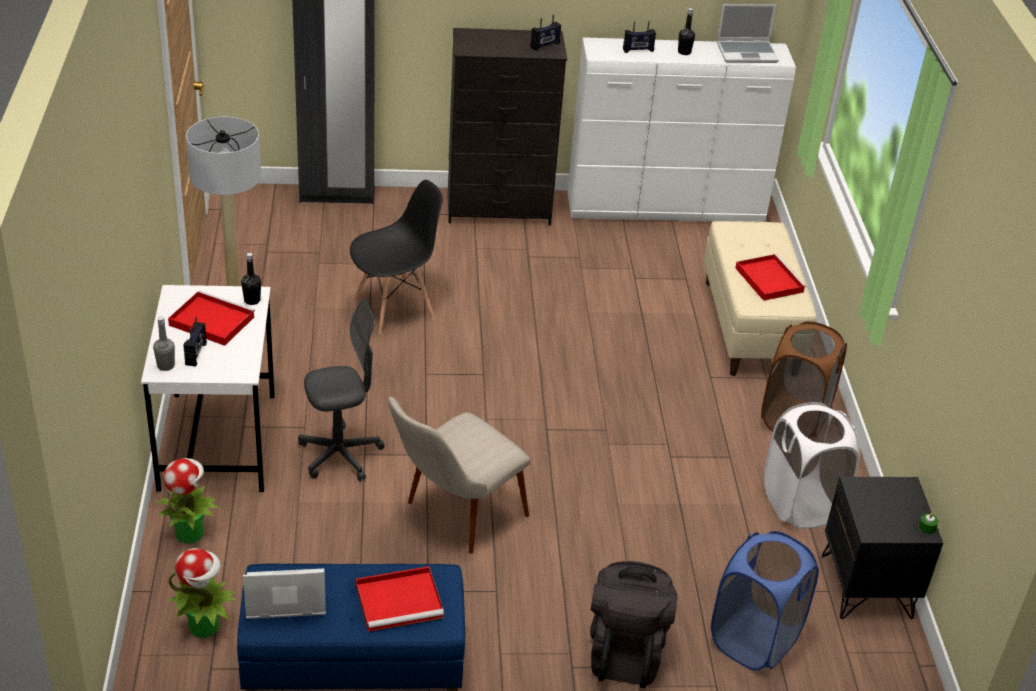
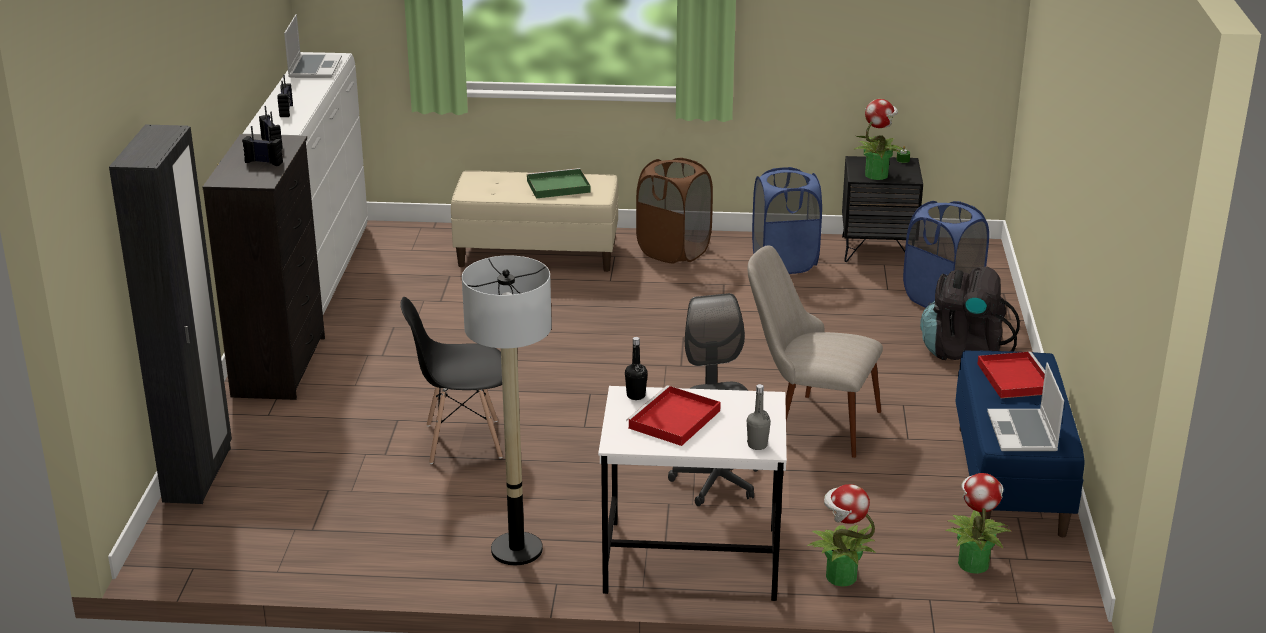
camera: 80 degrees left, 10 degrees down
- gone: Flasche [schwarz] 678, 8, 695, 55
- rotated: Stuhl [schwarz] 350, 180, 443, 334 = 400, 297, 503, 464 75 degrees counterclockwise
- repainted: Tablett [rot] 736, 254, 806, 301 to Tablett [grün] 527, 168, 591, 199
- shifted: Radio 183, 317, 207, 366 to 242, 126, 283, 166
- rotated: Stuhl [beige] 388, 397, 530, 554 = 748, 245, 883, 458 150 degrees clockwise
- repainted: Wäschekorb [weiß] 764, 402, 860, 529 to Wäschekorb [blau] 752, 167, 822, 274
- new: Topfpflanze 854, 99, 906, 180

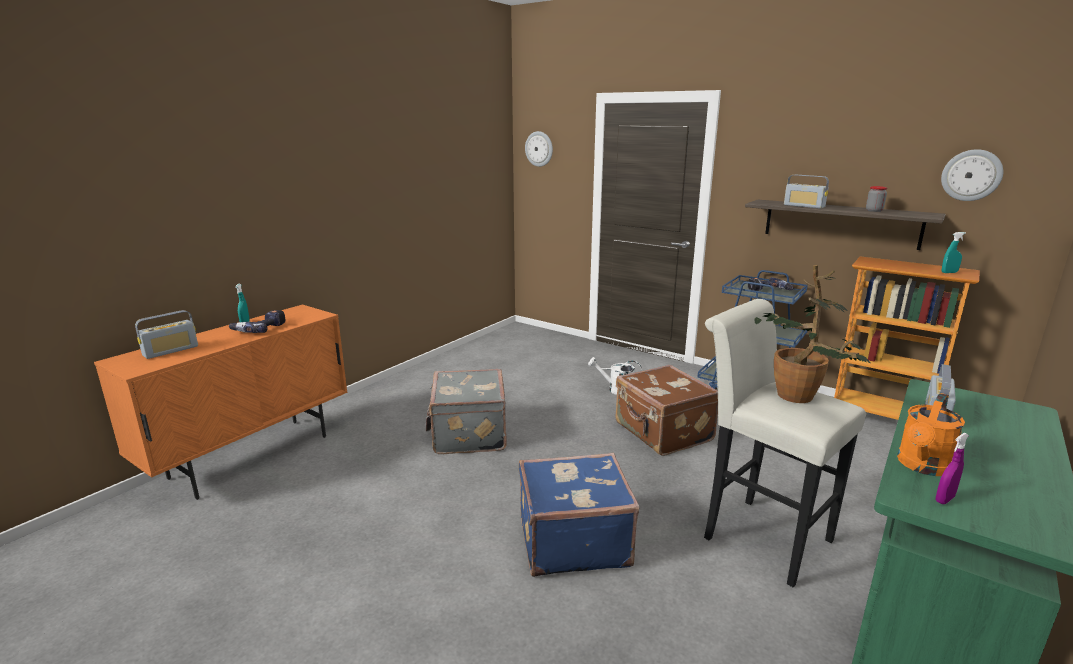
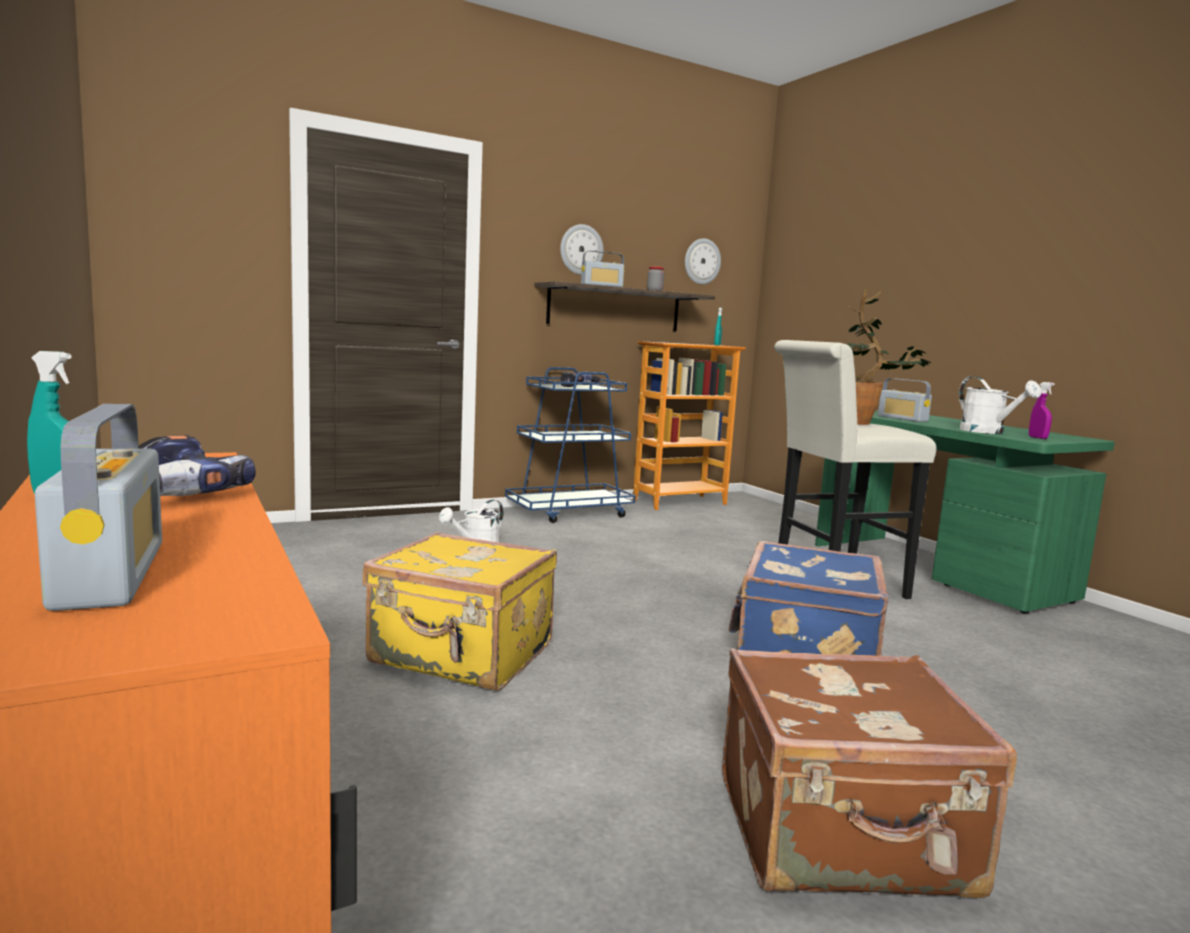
camera: 65 degrees left, 10 degrees down
- shifted: Wanduhr 525, 131, 553, 167 to 560, 224, 604, 275
- shifted: Koffer [braun] 615, 365, 718, 456 to 722, 648, 1017, 898
- repainted: Koffer [grau] 426, 369, 507, 454 to Koffer [gelb] 362, 532, 557, 691
- repainted: Gießkanne [orange] 897, 393, 965, 476 to Gießkanne [weiß] 959, 376, 1041, 434

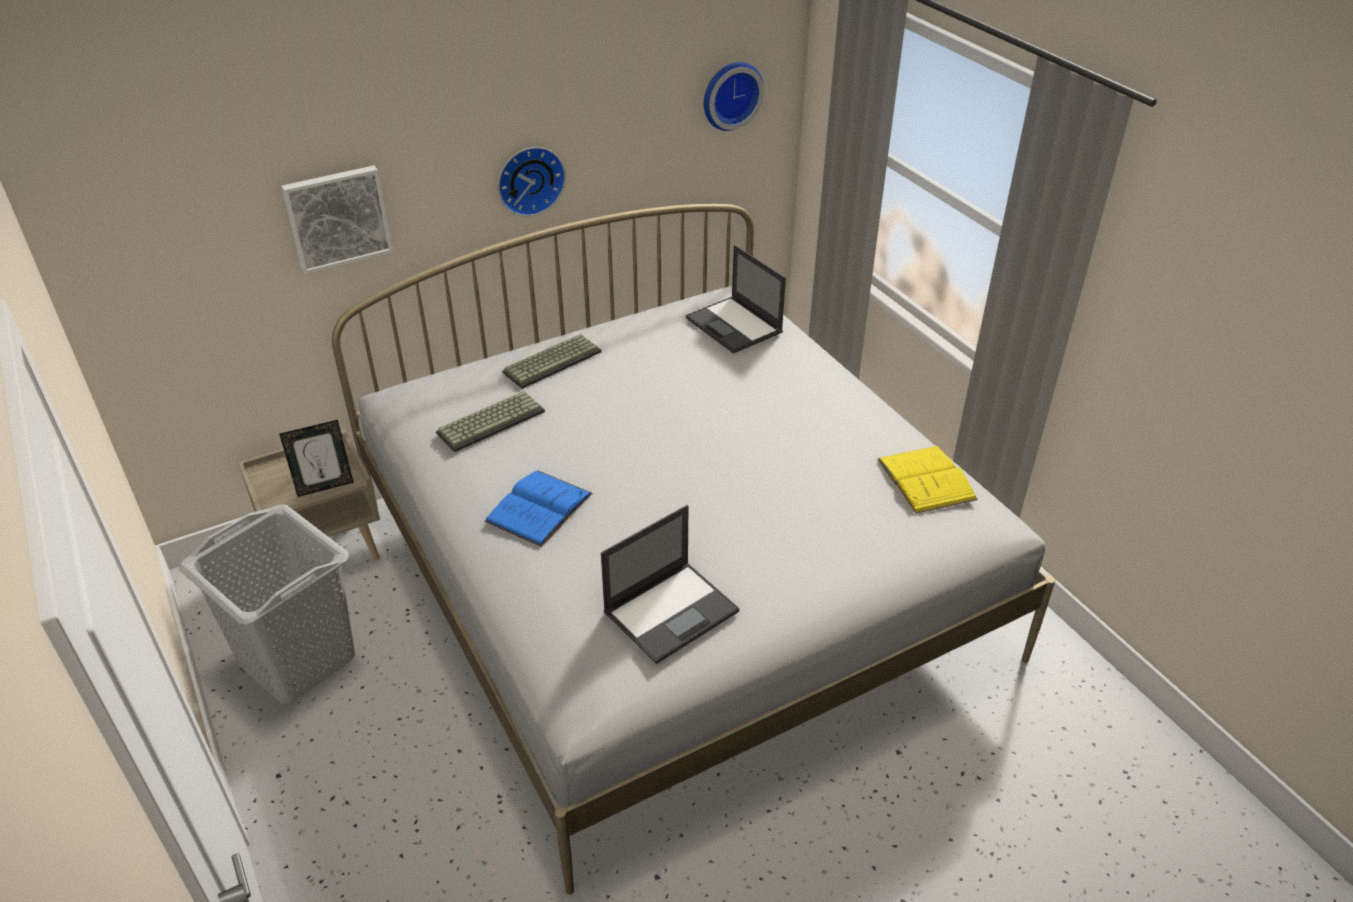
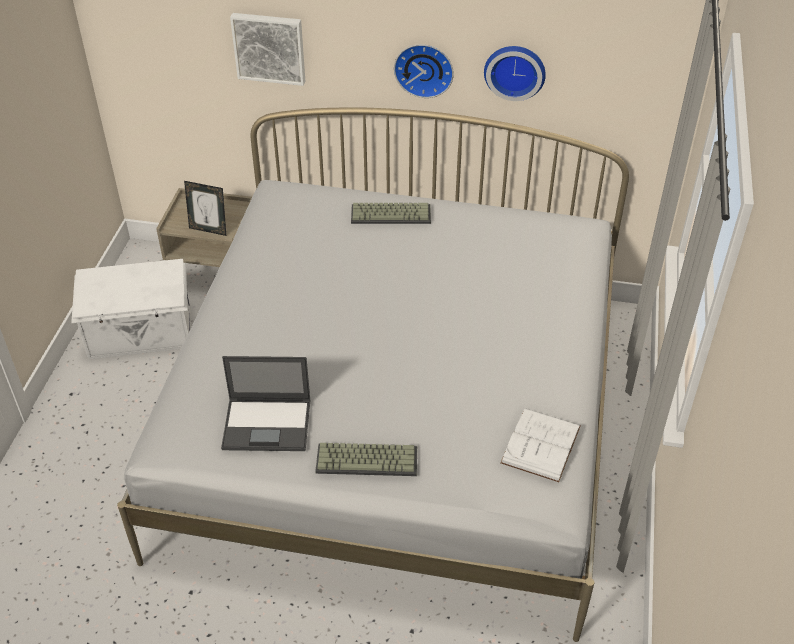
camera: 40 degrees right, 5 degrees up
- shifted: Wanduhr 704, 62, 764, 131 to 484, 46, 546, 101
- gone: Laptop 686, 245, 786, 354
- shifted: Tastatur 436, 391, 545, 452 to 315, 443, 417, 476
- repainted: Buch [gelb] 878, 446, 978, 514 to Buch [weiß] 500, 408, 581, 482
- gone: Buch [blau] 484, 470, 593, 547
- swapped: Wäschekorb [grau] 179, 504, 355, 704 to Aufbewahrungsbox [weiß] 71, 259, 191, 359

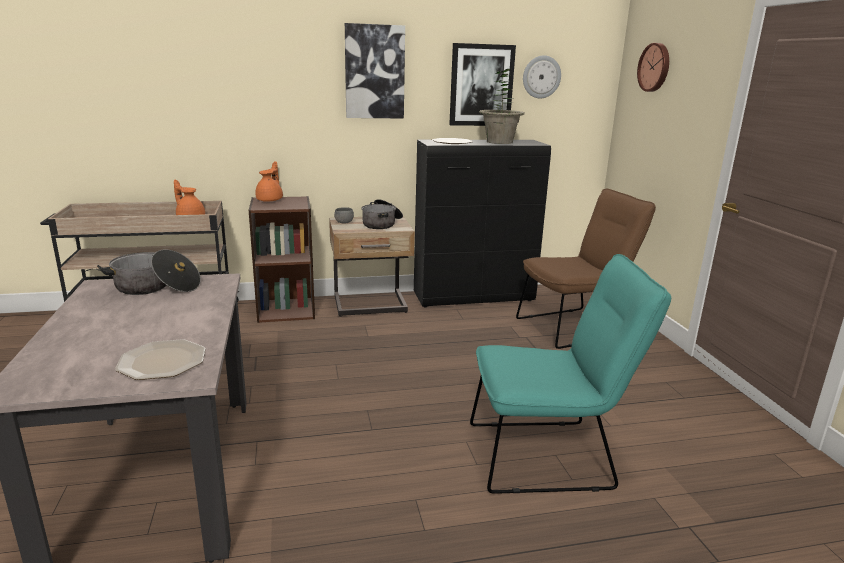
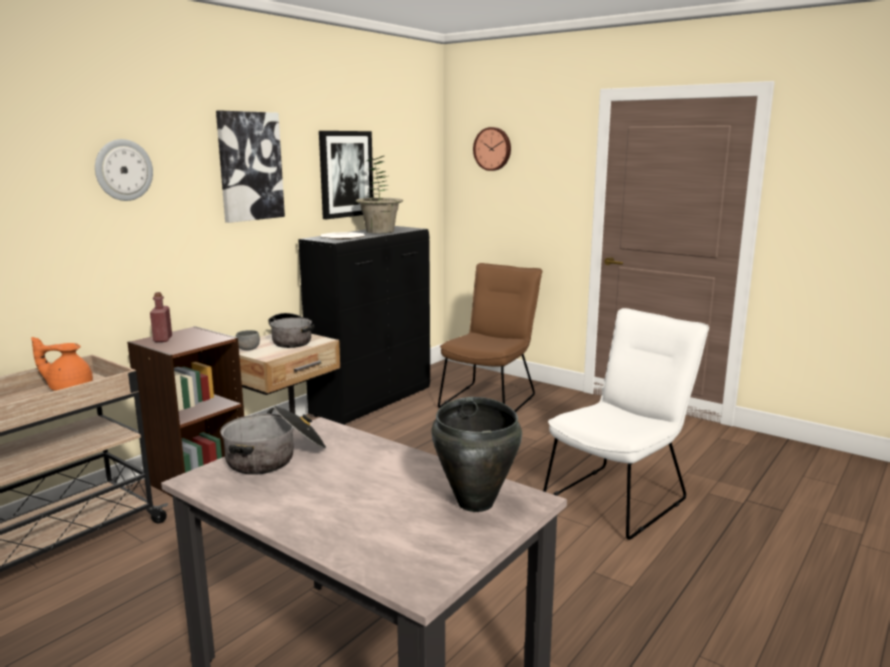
camera: 40 degrees left, 5 degrees down
- shifted: Wanduhr 523, 55, 561, 98 to 95, 139, 153, 201
- swapped: Teekanne [orange] 255, 161, 283, 202 to Flasche [rot] 150, 292, 172, 342
- repainted: Stuhl [türkis] 470, 254, 671, 494 to Stuhl [weiß] 543, 308, 709, 540
- swapped: Teller 115, 339, 206, 380 to Kochtopf [schwarz] 432, 397, 522, 512

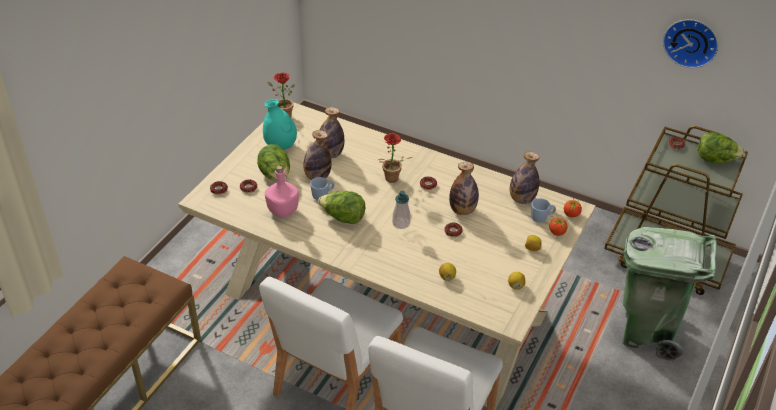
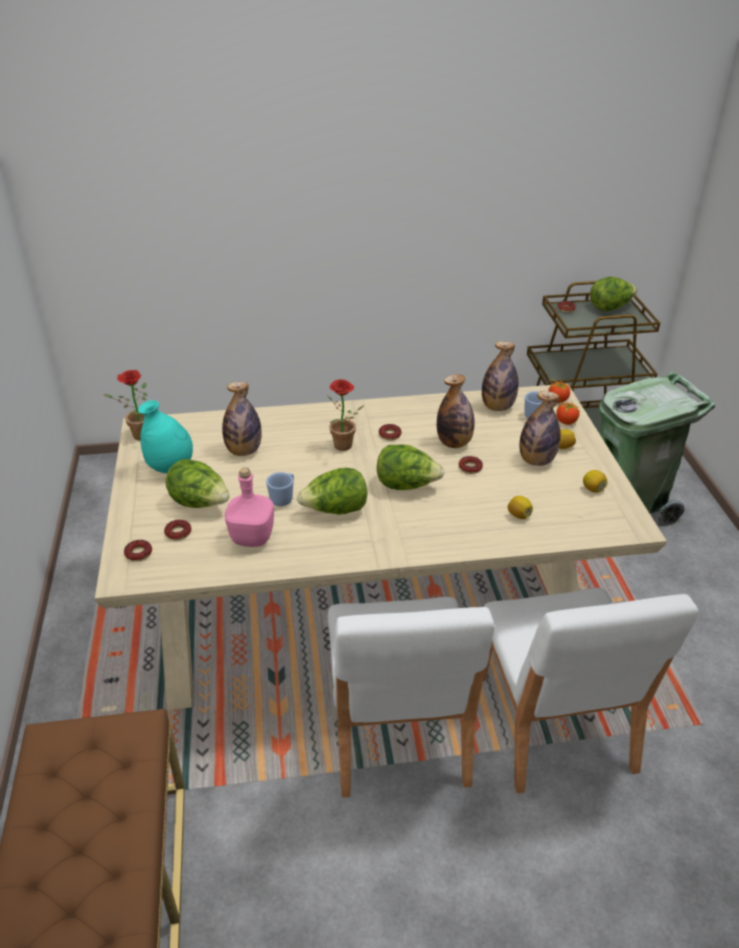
camera: 35 degrees left, 5 degrees down
- gone: Wanduhr 663, 19, 718, 68
- shifted: Flasche 303, 130, 331, 180 to 519, 391, 561, 466
- swapped: Seifenspender 392, 191, 411, 229 to Salatkopf 377, 445, 444, 490

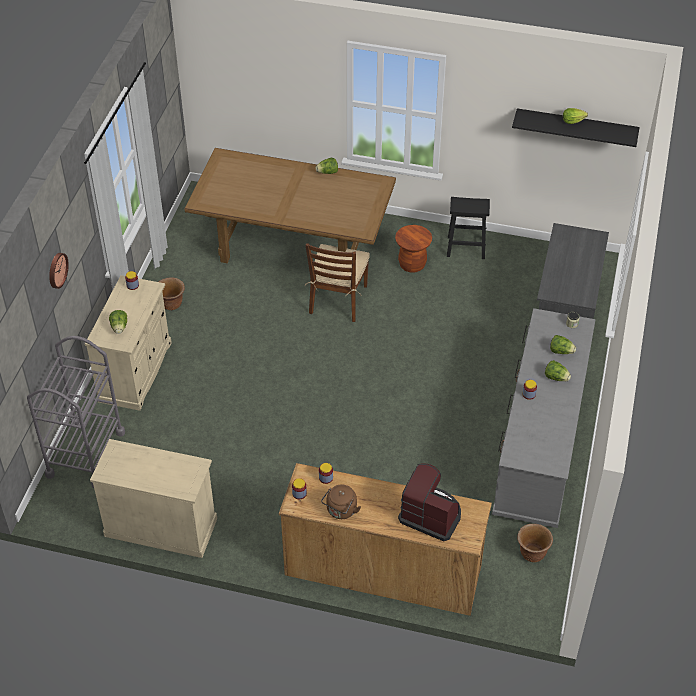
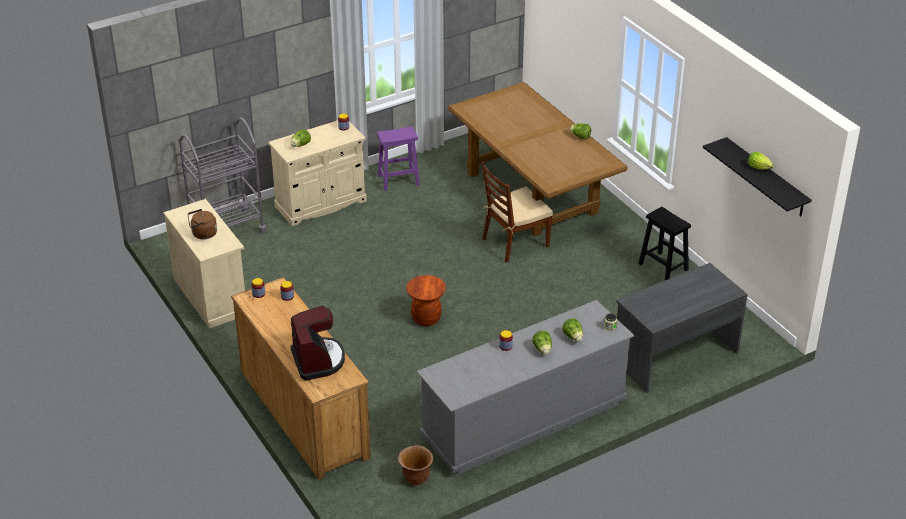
camera: 45 degrees right, 10 degrees down
- shifted: Hocker [braun] 395, 225, 432, 273 to 406, 275, 446, 326
- gone: Wanduhr 49, 253, 69, 289
- swapped: Pflanzkübel [braun] 159, 277, 185, 310 to Hocker [lila] 377, 126, 420, 191
- shifted: Wasserkessel [braun] 321, 485, 361, 519 to 188, 209, 217, 239

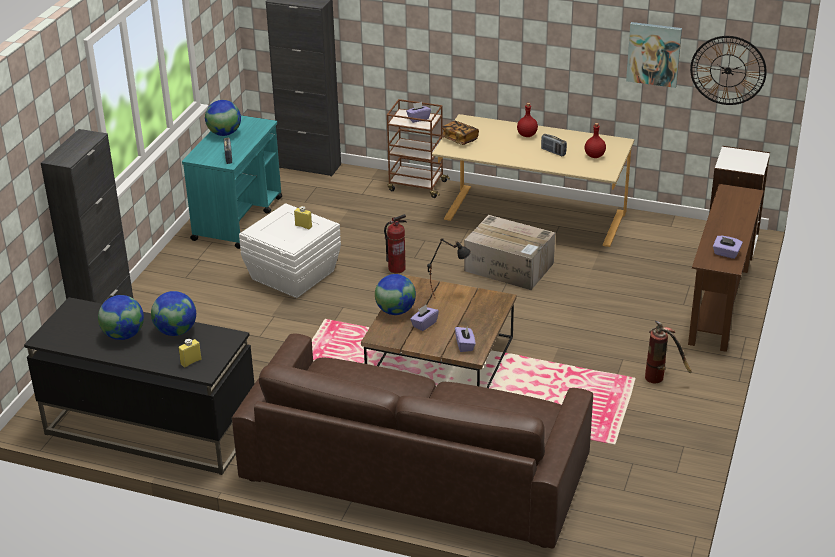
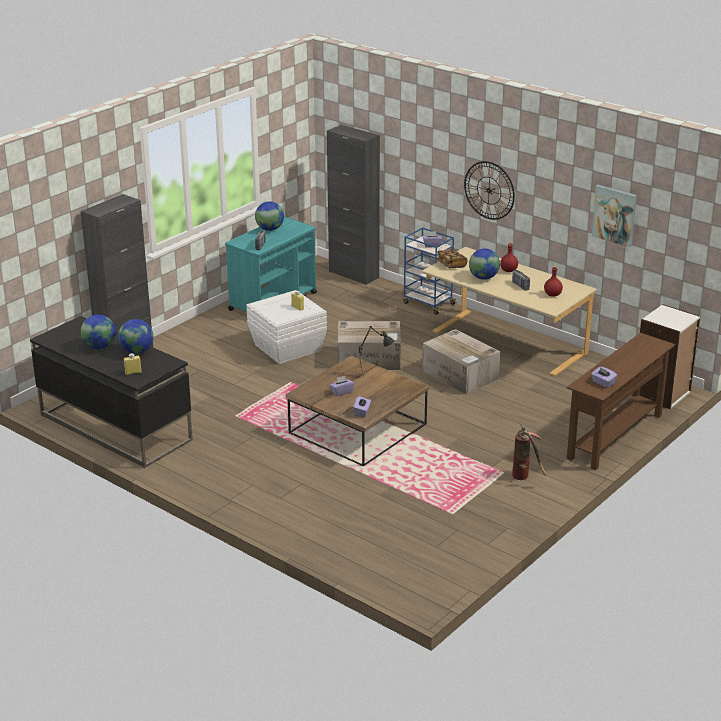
camera: 20 degrees right, 5 degrees down
- shifted: Wanduhr 690, 36, 767, 105 to 464, 161, 515, 220
- repainted: Rollwagen [braun] 387, 99, 450, 198 to Rollwagen [blau] 403, 227, 457, 315
- swapped: Feuerlöscher 384, 214, 406, 273 to Karton 338, 321, 401, 370
- shifted: Globus 375, 274, 416, 315 to 469, 248, 500, 280
- gone: Sofa [braun] 232, 334, 593, 549

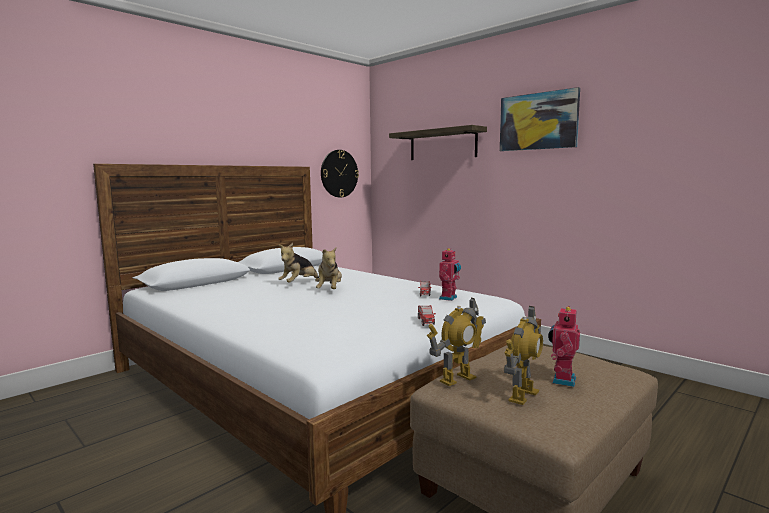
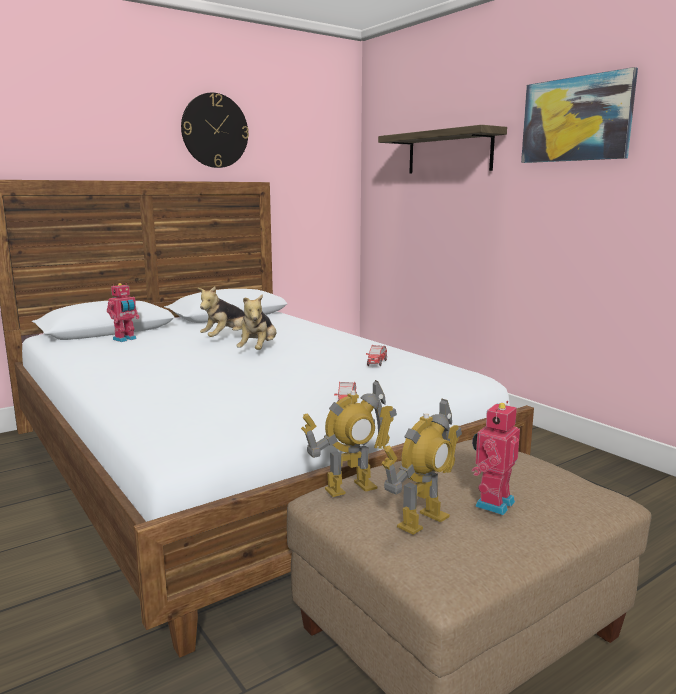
camera: 10 degrees right, 5 degrees up
- shifted: Wanduhr 321, 150, 359, 197 to 181, 93, 249, 168
- shifted: Spielzeugroboter 439, 248, 461, 301 to 107, 283, 139, 342

